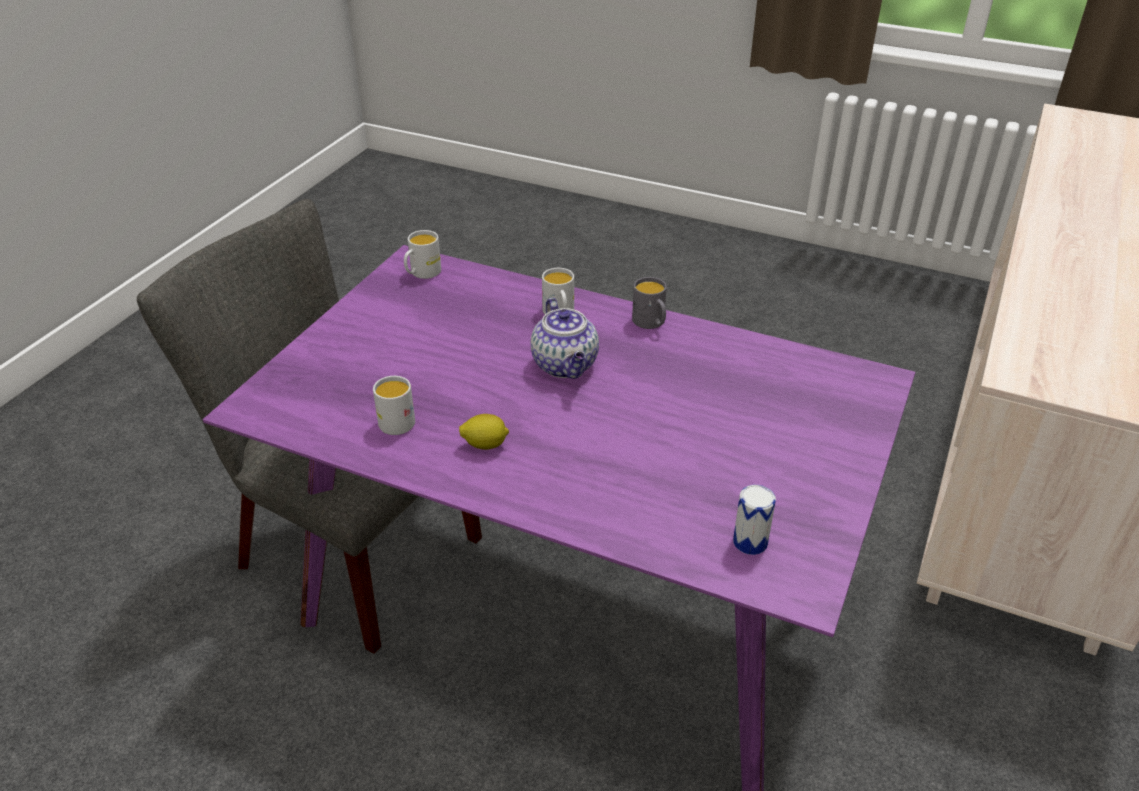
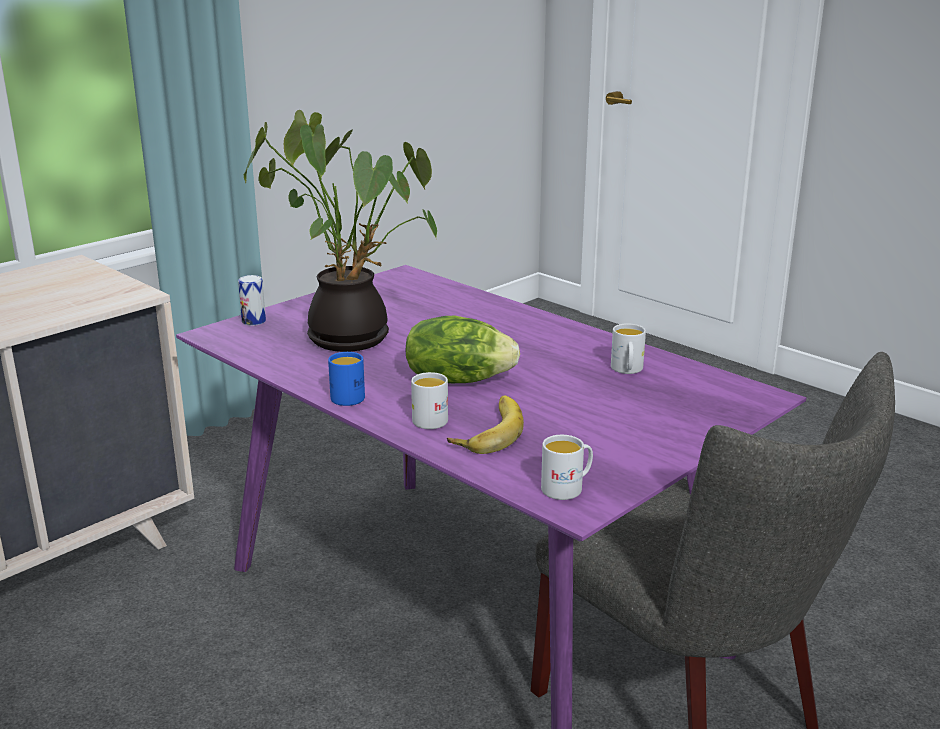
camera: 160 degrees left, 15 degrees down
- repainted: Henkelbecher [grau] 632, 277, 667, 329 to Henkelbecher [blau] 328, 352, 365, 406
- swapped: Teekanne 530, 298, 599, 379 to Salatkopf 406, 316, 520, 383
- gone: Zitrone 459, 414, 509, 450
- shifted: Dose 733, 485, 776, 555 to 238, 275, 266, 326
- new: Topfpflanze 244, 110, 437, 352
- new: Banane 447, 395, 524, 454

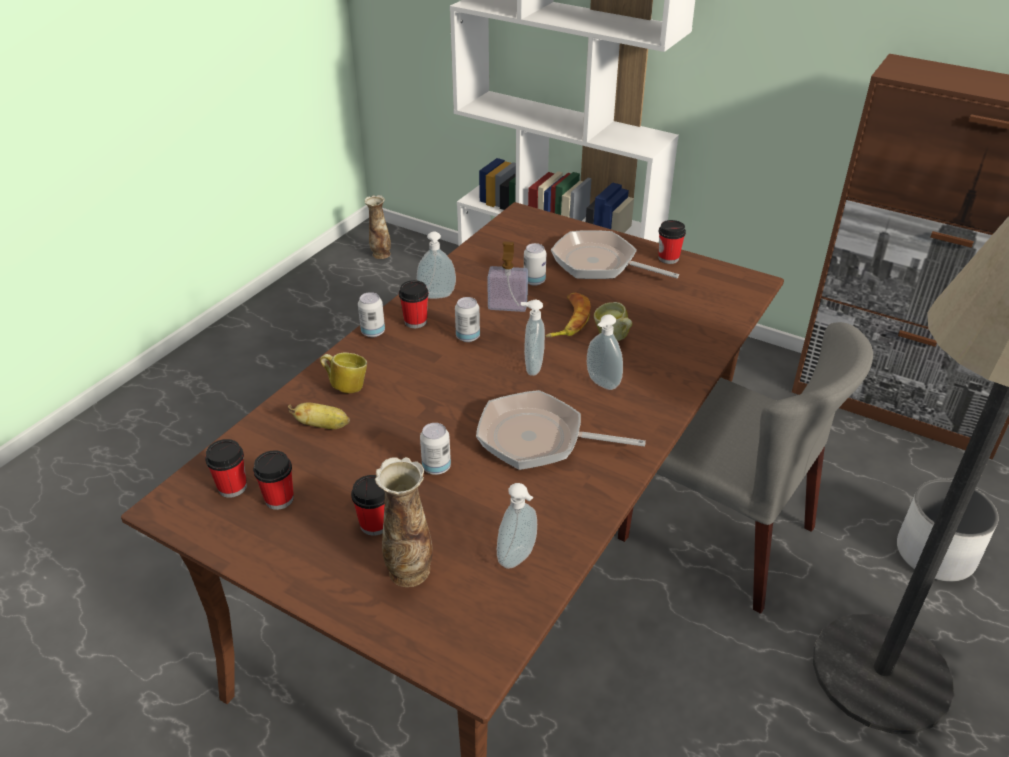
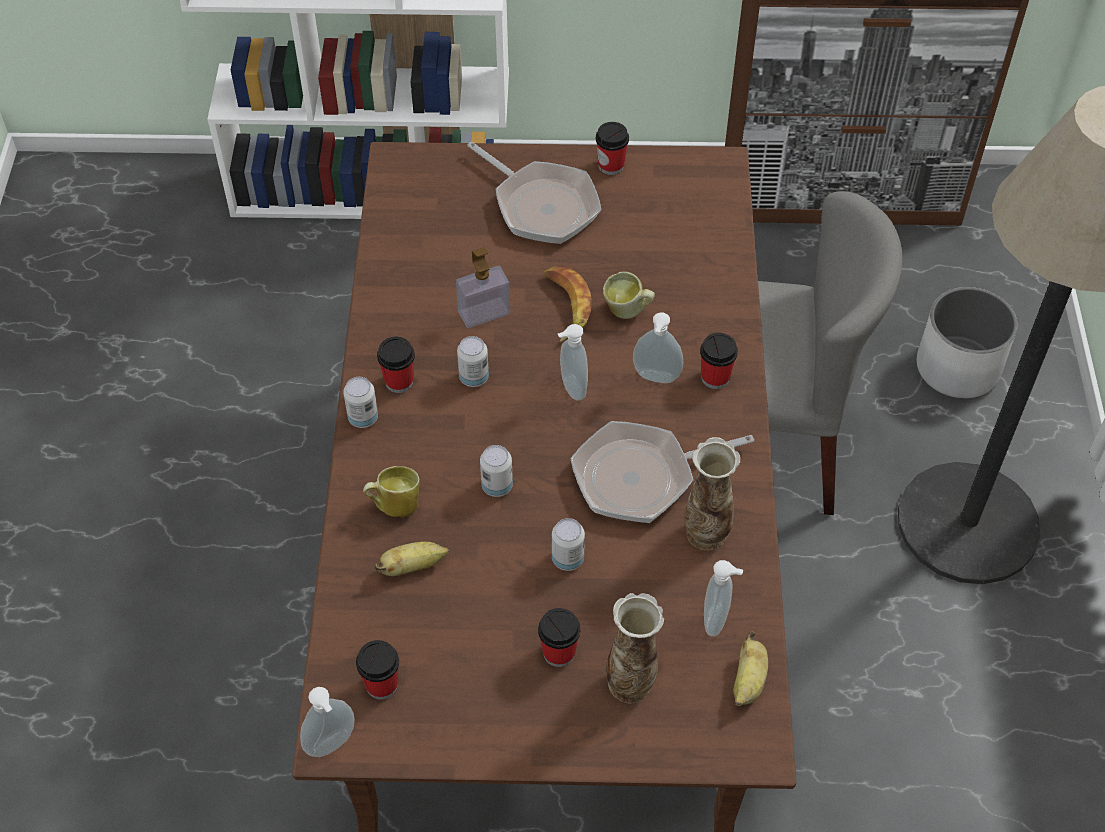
camera: 30 degrees left, 15 degrees up
- shifted: Vase 365, 195, 391, 259 to 684, 437, 741, 551
- rotated: Pfanne 551, 230, 679, 279 = 467, 142, 601, 244 135 degrees counterclockwise
- shifted: Seifenspender 417, 231, 456, 299 to 300, 687, 355, 757
- shifted: Dose 524, 243, 546, 286 to 480, 445, 513, 497
- shifted: Tasse 253, 450, 294, 510 to 700, 333, 738, 389
- new: Banane 733, 631, 768, 706

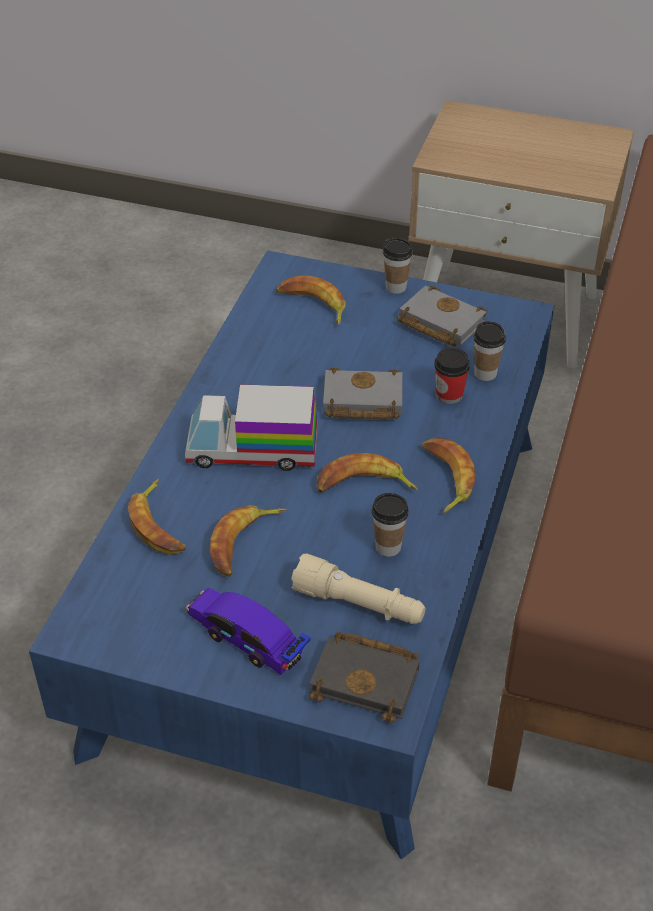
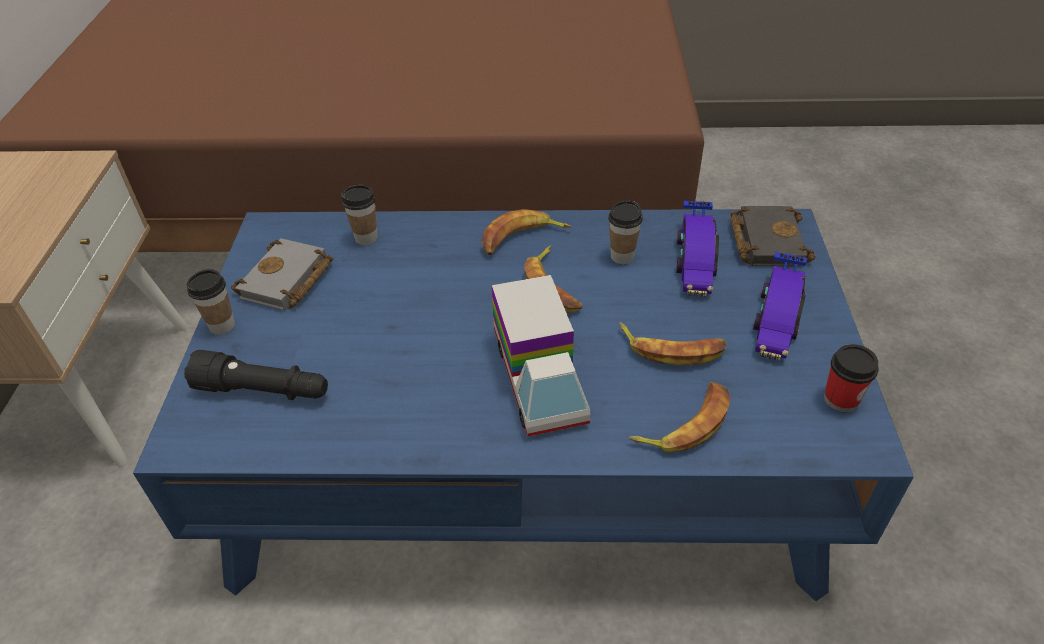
camera: 105 degrees left, 0 degrees up
- swapped: Banane 276, 276, 346, 326 to Taschenlampe [schwarz] 184, 350, 328, 400
- shifted: Tasse 434, 348, 470, 404 to 824, 344, 879, 412
- gone: Buch [grau] 323, 367, 403, 419
- swapped: Taschenlampe [beige] 291, 554, 426, 624 to Spielzeugauto 676, 201, 719, 296

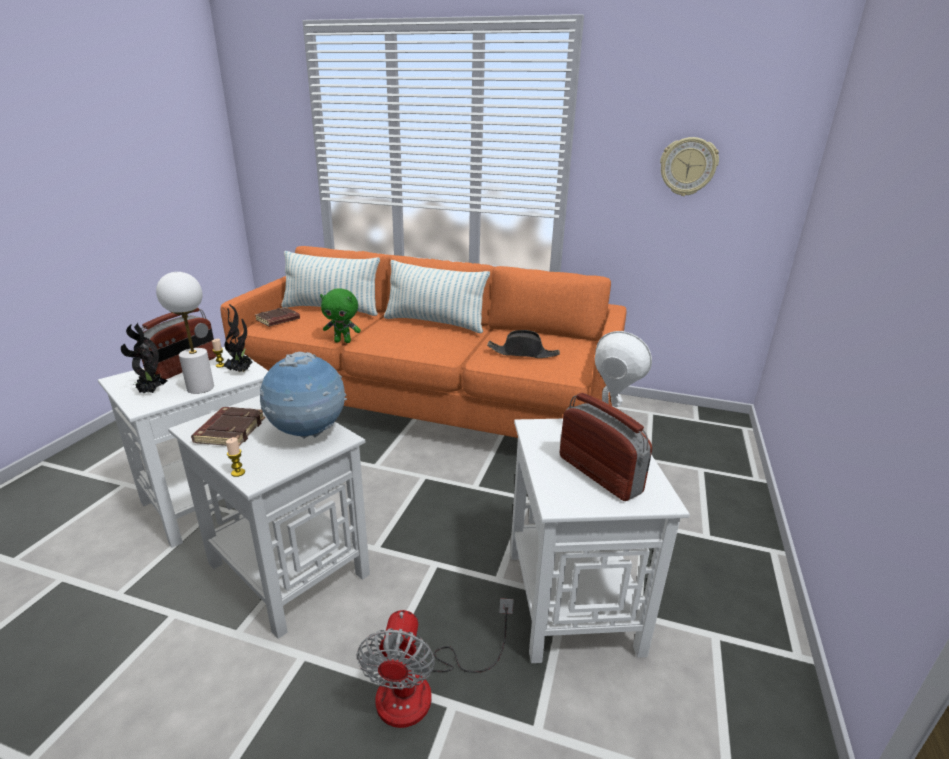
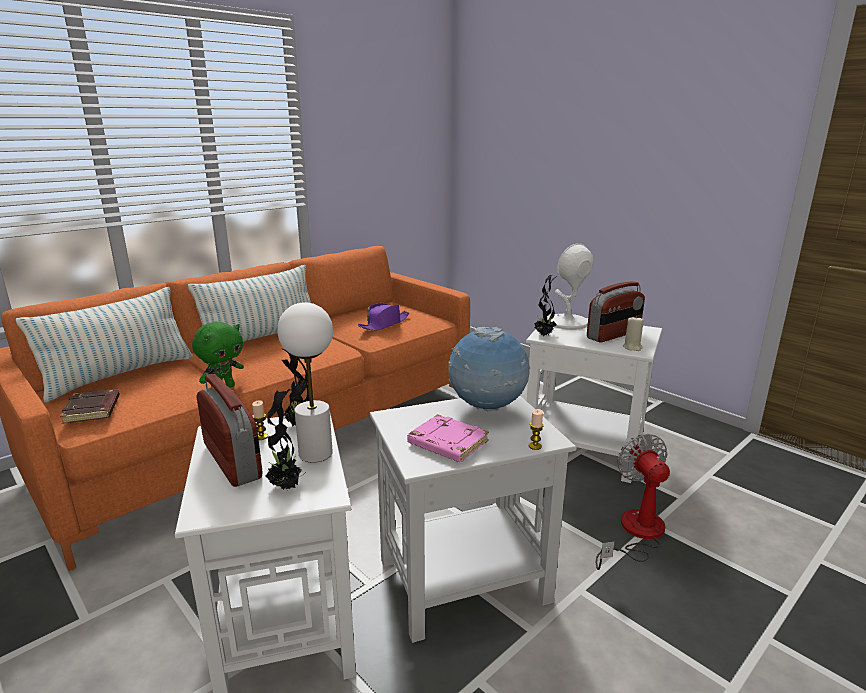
camera: 60 degrees left, 5 degrees down
- gone: Wanduhr 660, 137, 719, 196
- repainted: Hut [schwarz] 487, 330, 560, 358 to Hut [lila] 358, 303, 409, 331
- rotated: Radio 560, 393, 652, 501 = 587, 281, 645, 343 150 degrees clockwise
- repainted: Buch [braun] 191, 407, 265, 446 to Buch [rosa] 407, 414, 489, 462
- rotated: Ventilator 356, 598, 514, 728 = 596, 434, 670, 570 135 degrees counterclockwise
- new: Topfpflanze 534, 275, 557, 336
- new: Kerze [beige] 623, 316, 644, 351

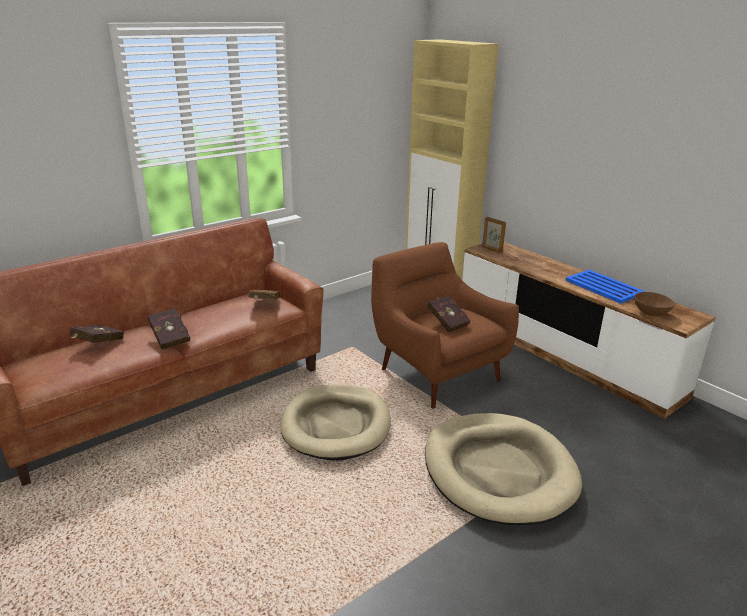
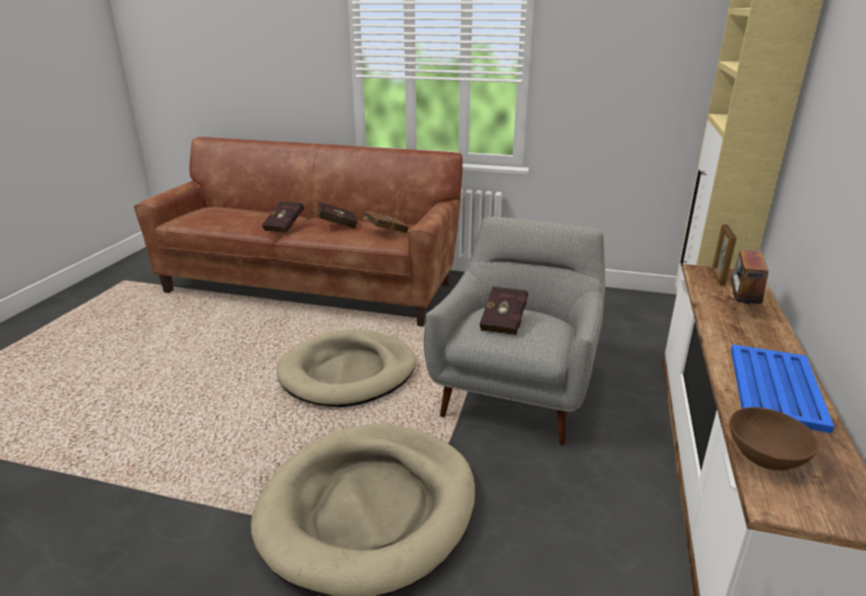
camera: 55 degrees right, 0 degrees up
- repainted: Sessel [braun] 371, 242, 519, 409 to Sessel [grau] 424, 217, 605, 445
- shifted: Buch [rot] 69, 325, 124, 343 to 312, 202, 358, 229
- new: Radio 731, 238, 775, 304

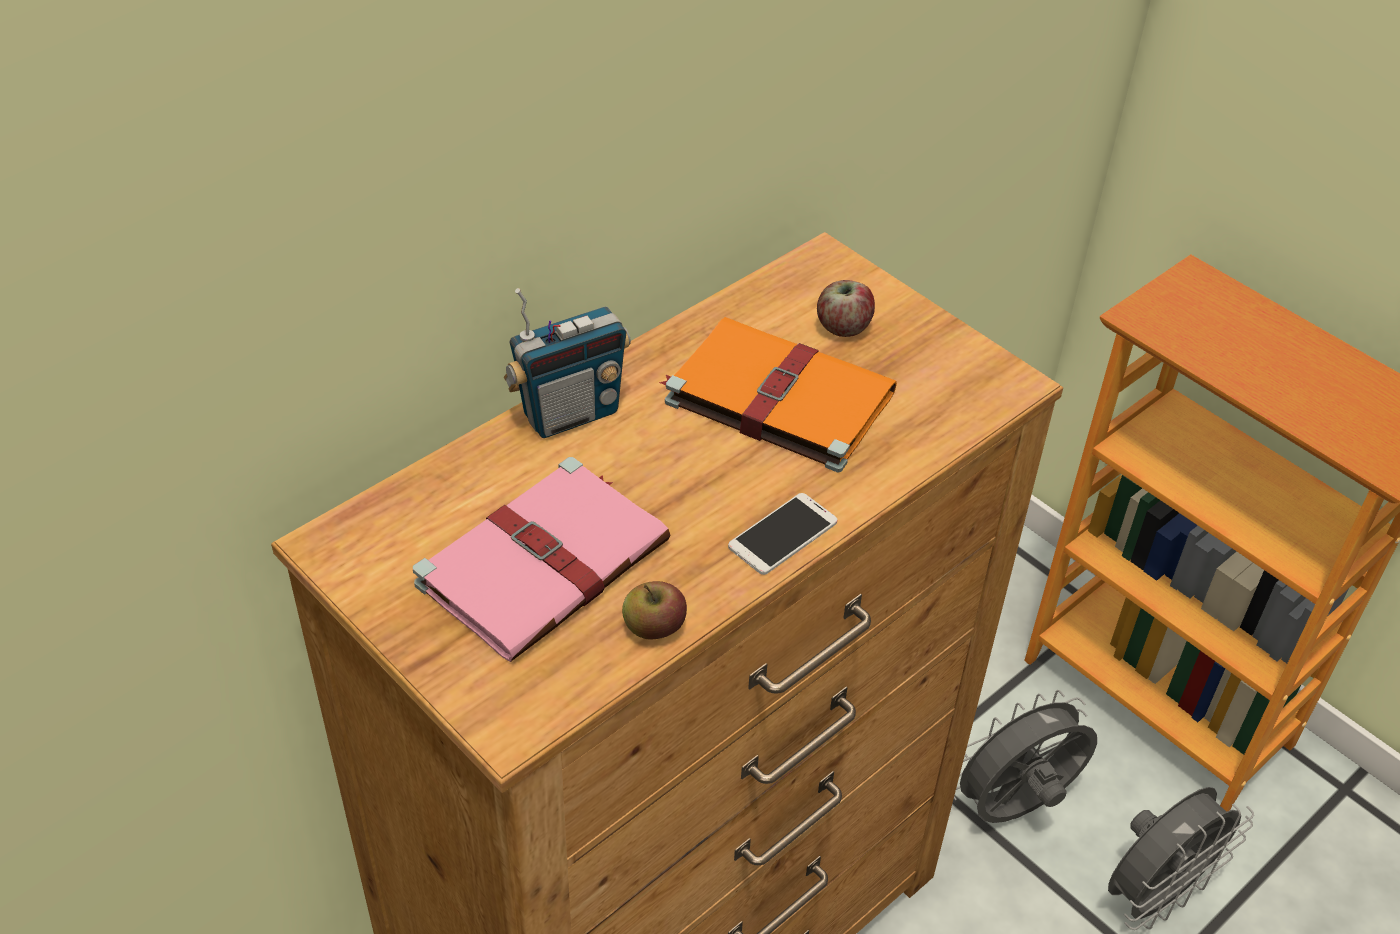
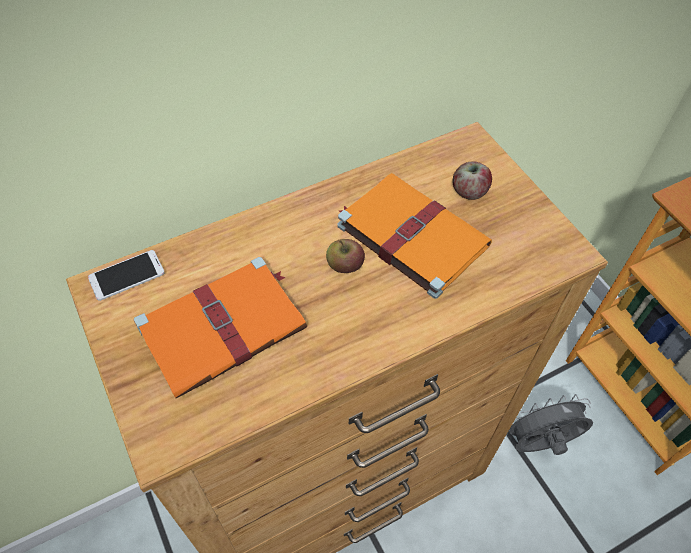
camera: 15 degrees right, 10 degrees up
- gone: Radio 504, 288, 631, 438
- repainted: Buch [rosa] 413, 457, 671, 662 to Buch [orange] 134, 257, 307, 398
- shifted: Handy 728, 493, 837, 575 to 88, 250, 165, 301
- shifted: Apfel 622, 581, 687, 640 to 326, 239, 365, 273
- gone: Ventilator [grau] 1108, 787, 1254, 930

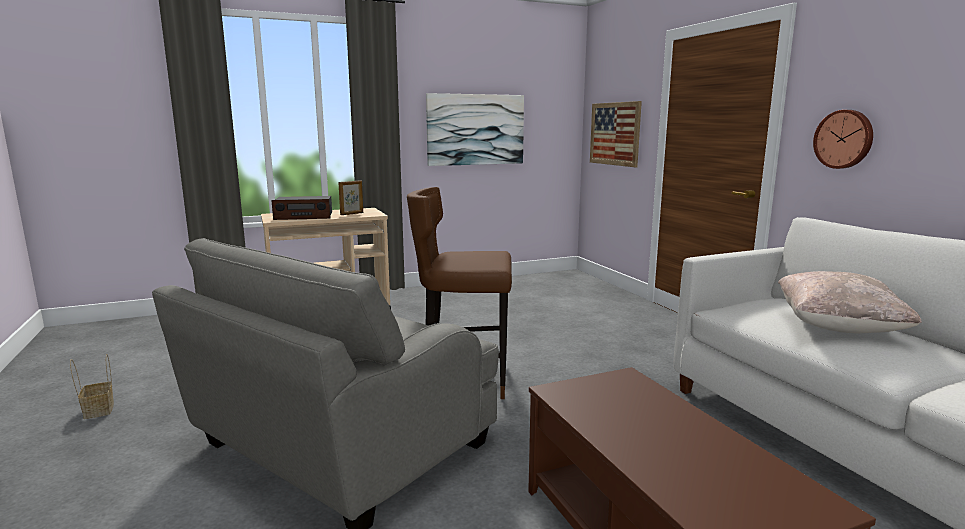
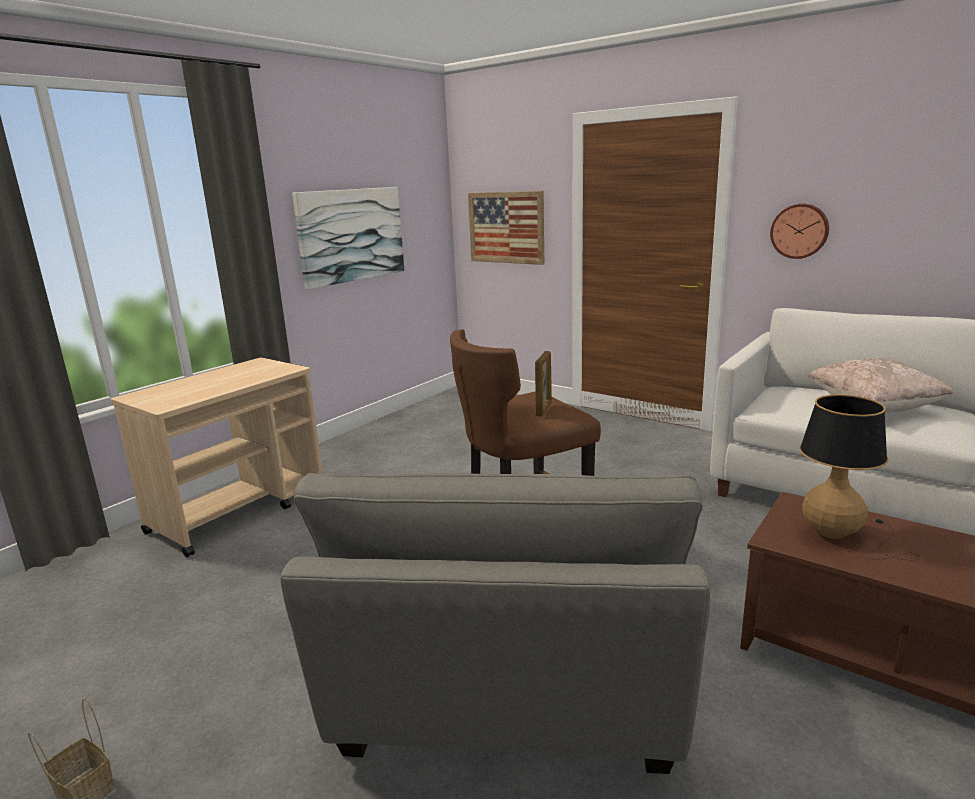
camera: 30 degrees left, 5 degrees up
- shifted: Bilderrahmen 339, 181, 363, 215 to 535, 351, 552, 417
- gone: Radio 271, 196, 332, 220
- new: Tischlampe 799, 395, 920, 560

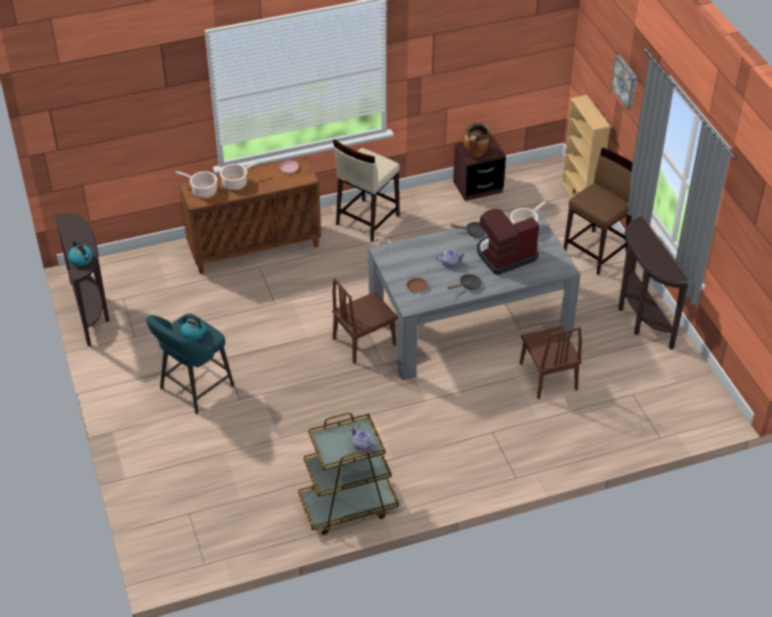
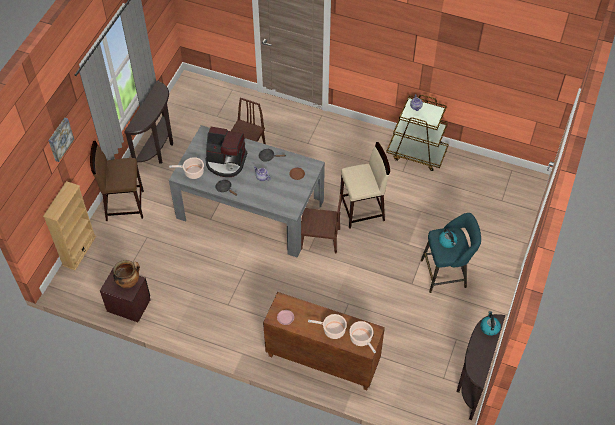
camera: 140 degrees left, 10 degrees up
- shifted: Hocker [beige] 333, 139, 400, 242 to 340, 142, 390, 229

